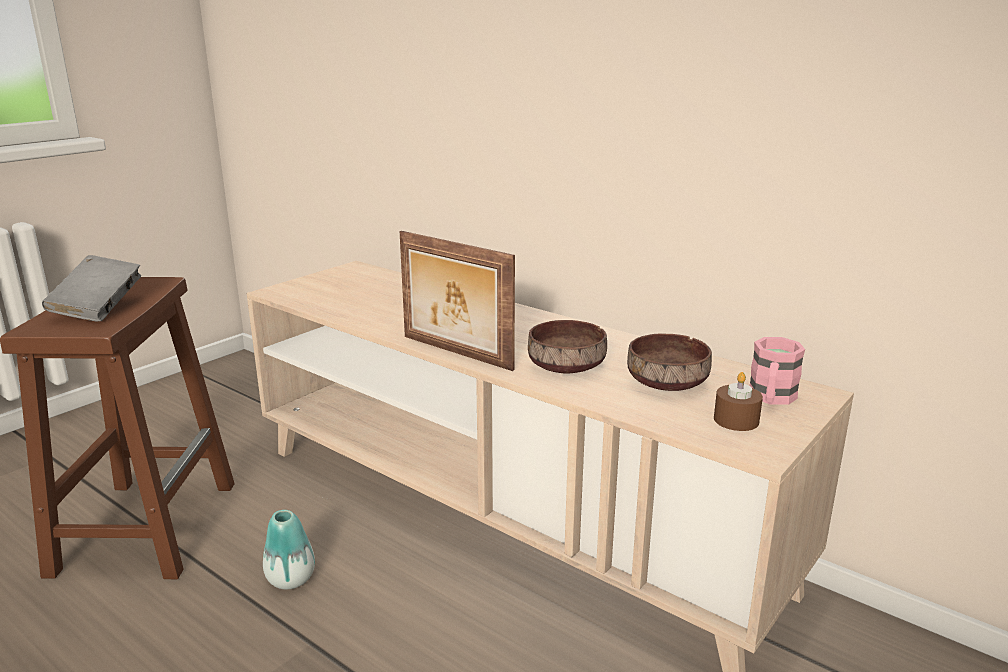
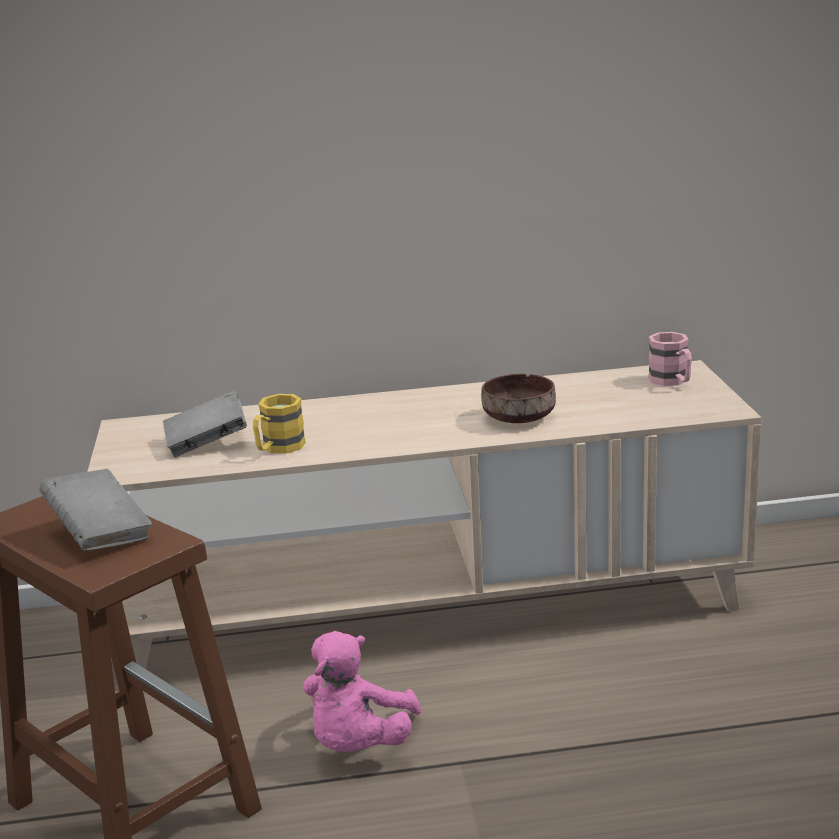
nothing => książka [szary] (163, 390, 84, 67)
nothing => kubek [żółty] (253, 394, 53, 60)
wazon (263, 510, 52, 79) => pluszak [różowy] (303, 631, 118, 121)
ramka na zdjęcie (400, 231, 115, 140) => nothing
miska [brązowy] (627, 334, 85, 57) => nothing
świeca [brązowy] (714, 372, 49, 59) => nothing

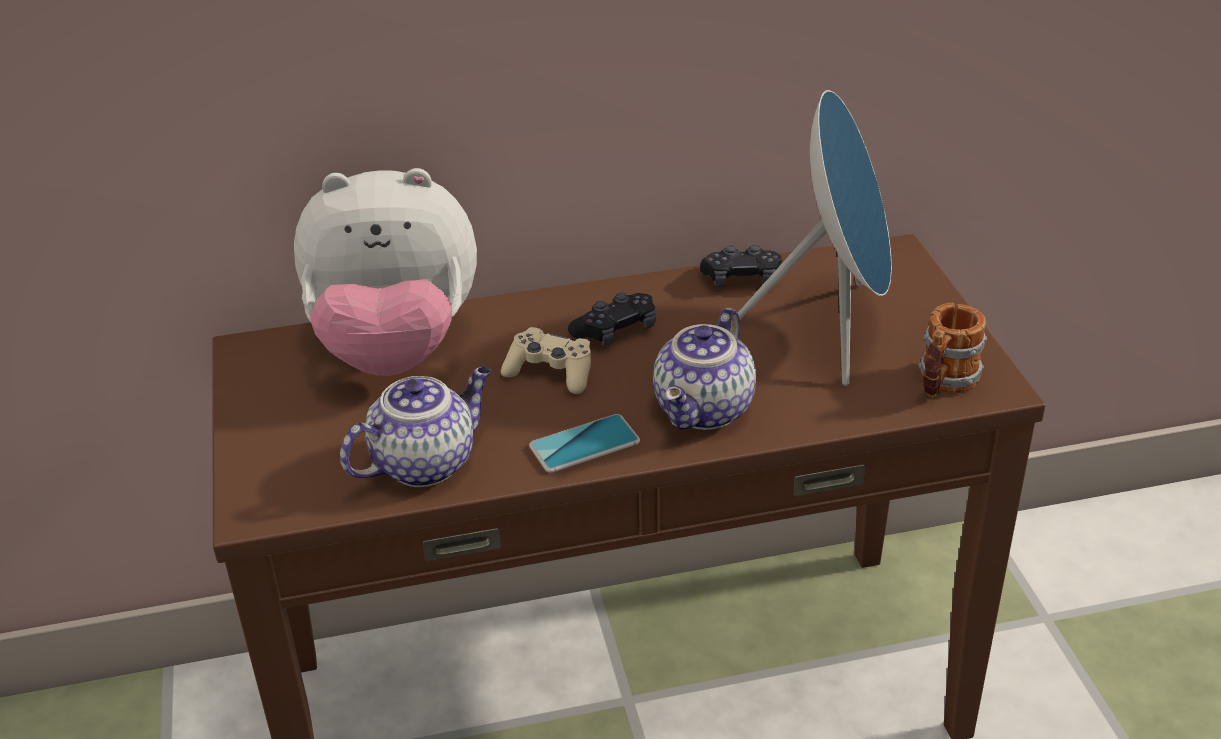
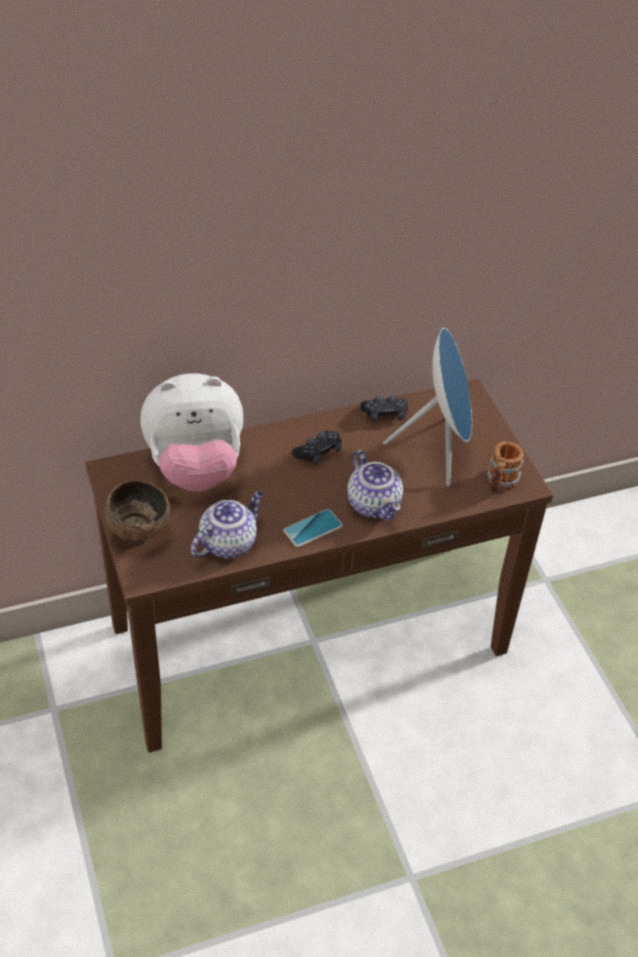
nothing => miska [brązowy] (104, 480, 66, 65)
imbryk (653, 307, 103, 123) => imbryk (347, 450, 56, 70), 45 degrees counterclockwise
pad do gier [beżowy] (501, 327, 90, 67) => nothing

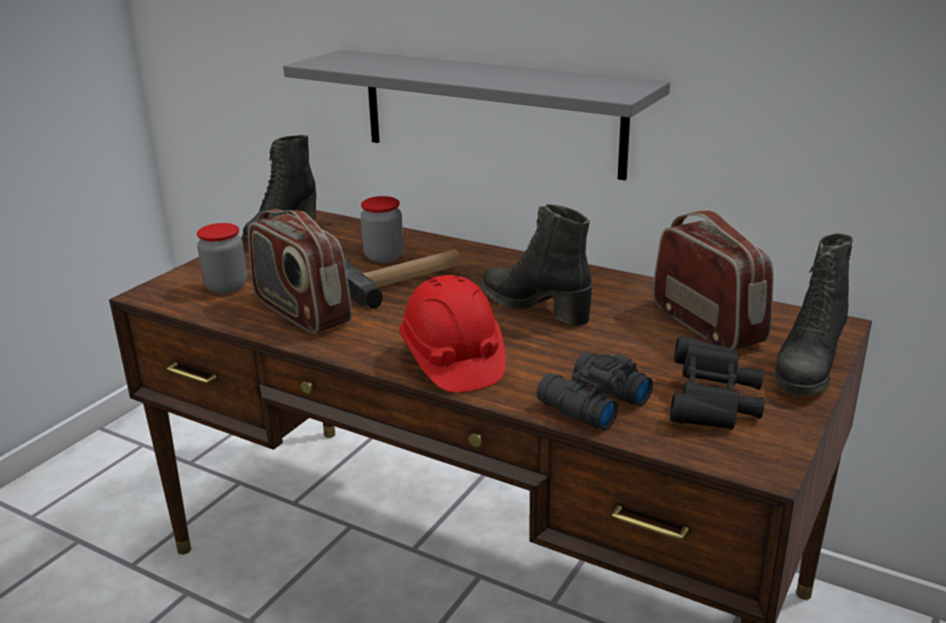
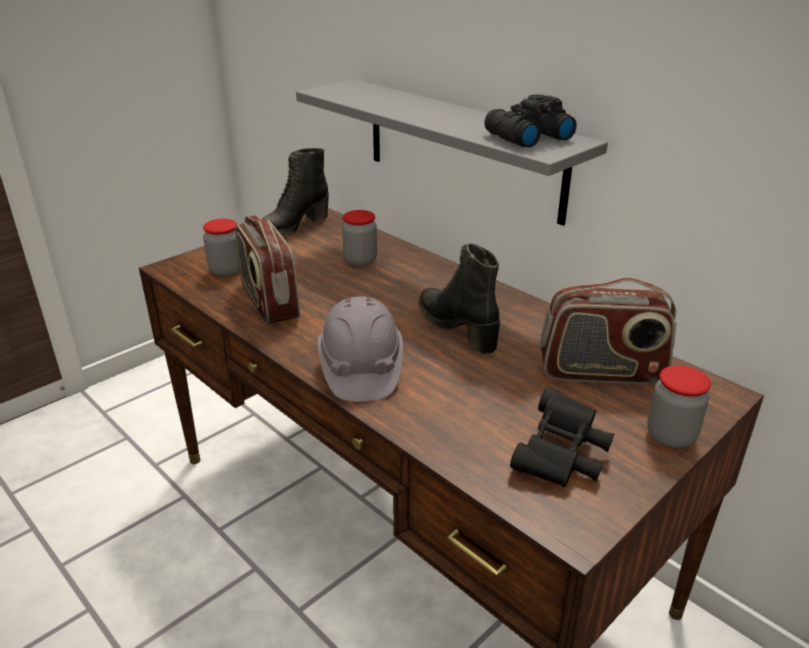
kask [czerwony] (399, 275, 107, 117) => kask [szary] (318, 297, 85, 105)
lornetka [czarny] (537, 352, 116, 78) => lornetka [czarny] (484, 94, 93, 54), move
radio (653, 210, 121, 140) => radio (541, 277, 135, 108), 105 degrees clockwise
but z cholewką [czarny] (774, 233, 79, 163) => słoik (647, 365, 64, 83)
młotek (345, 249, 116, 60) => nothing

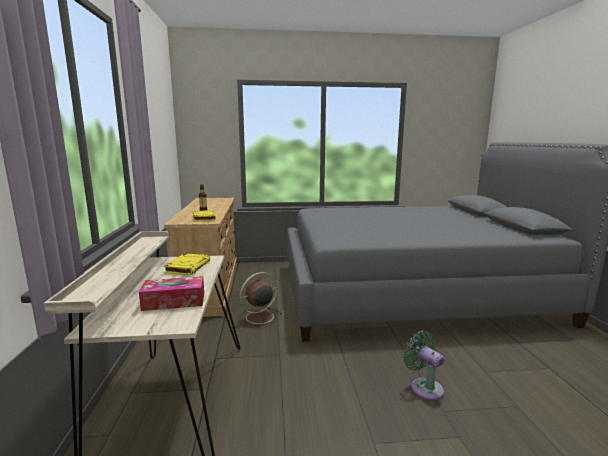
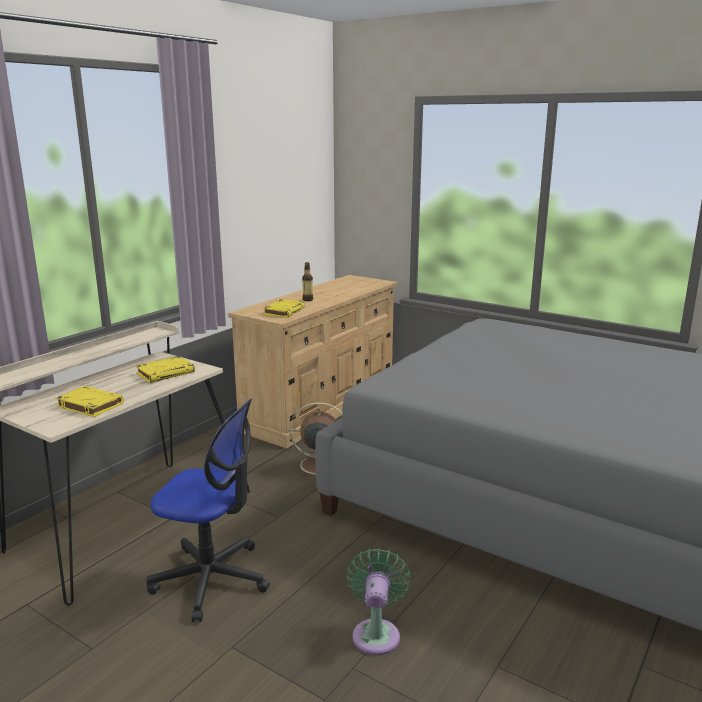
pudełko chusteczek (139, 276, 65, 35) => książka [żółty] (56, 386, 68, 31)
nothing => krzesło biurowe (146, 399, 124, 223)

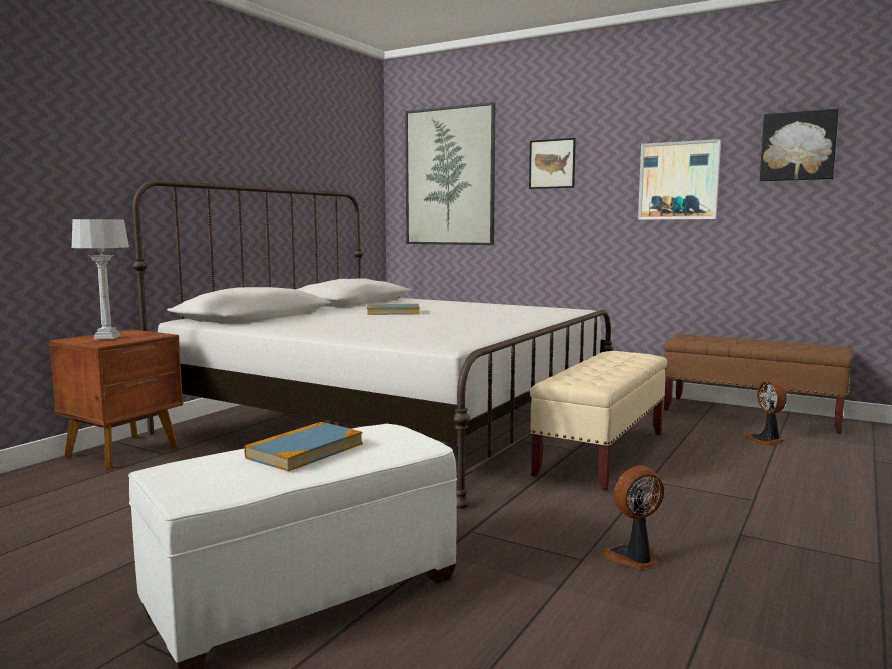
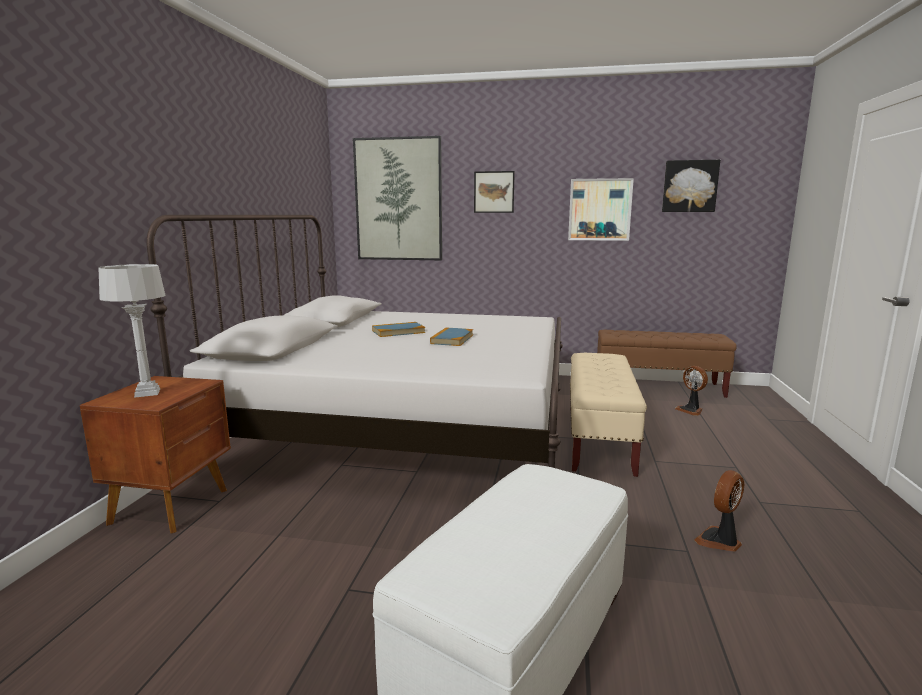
książka (244, 422, 119, 50) => książka (430, 327, 43, 19), move

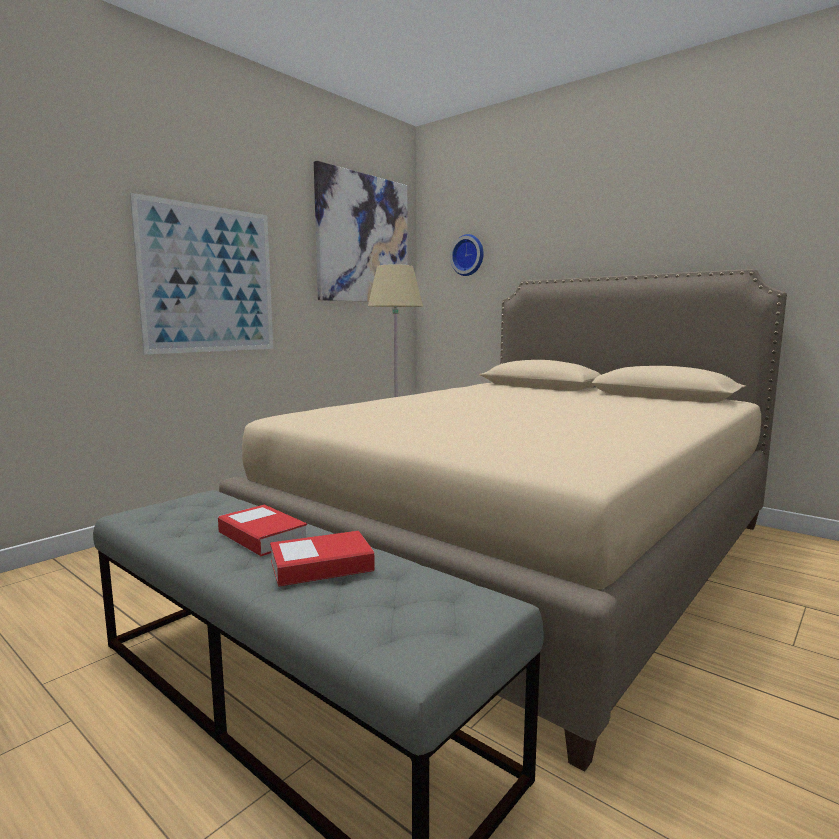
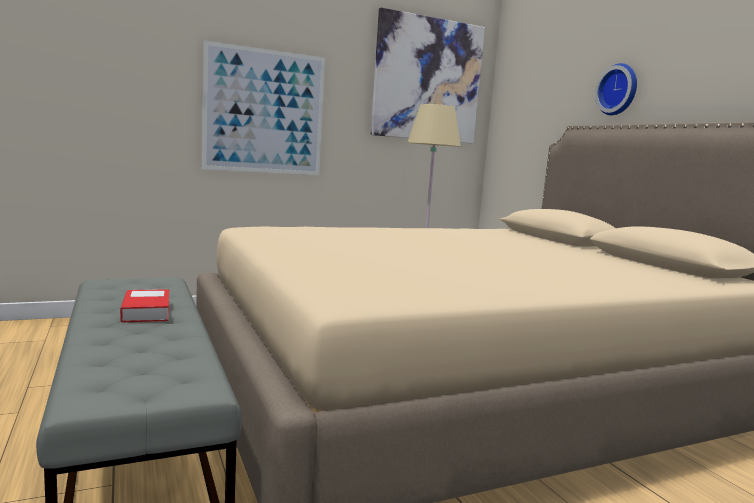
zegar ścienny (450, 234, 34, 42) => zegar ścienny (595, 63, 42, 52), move
książka (270, 531, 105, 56) => nothing

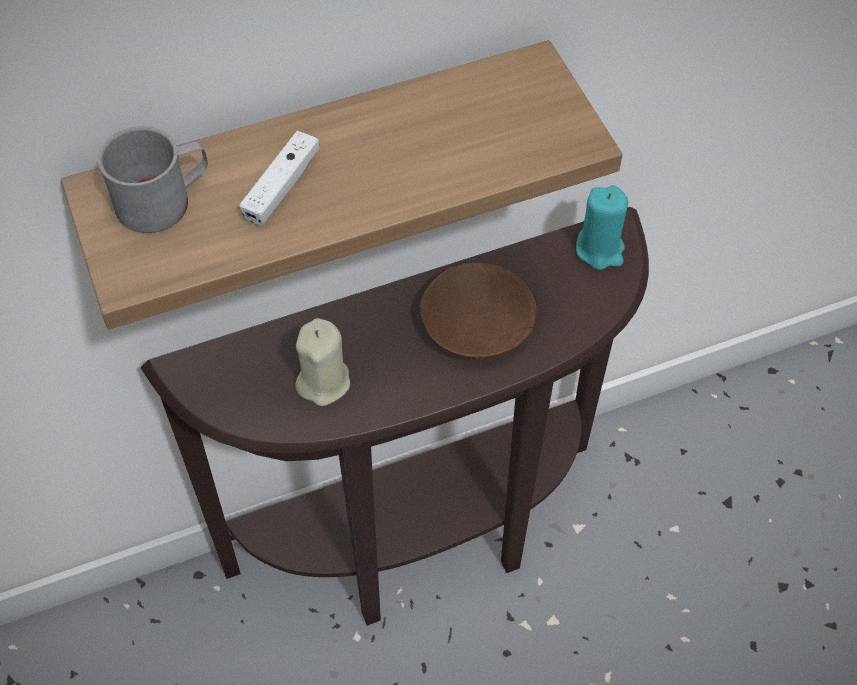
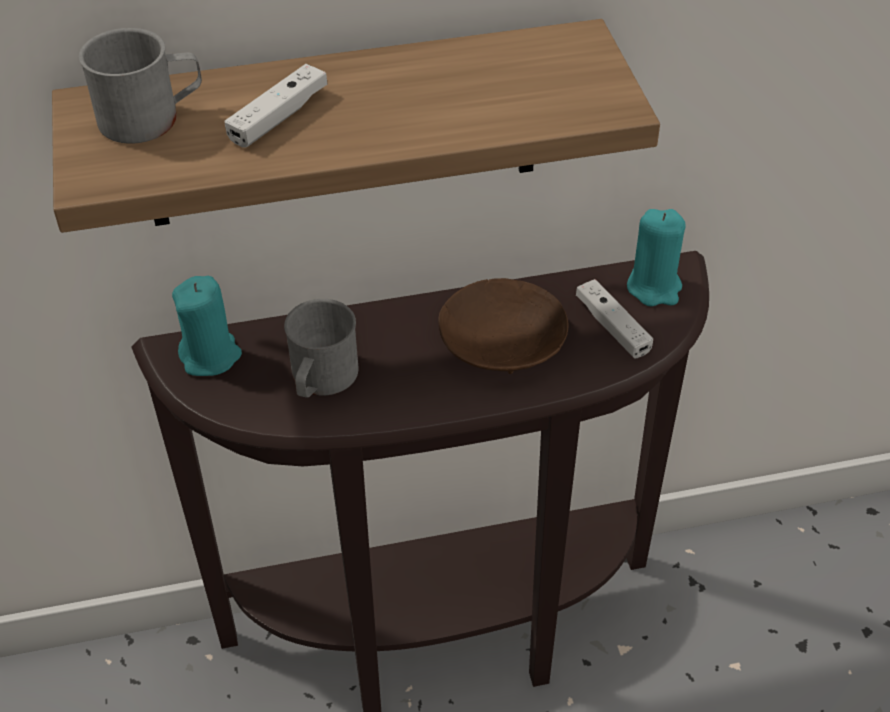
nothing => świeca [turkusowy] (172, 276, 70, 100)
świeca [beżowy] (295, 318, 55, 88) => kubek [szary] (284, 299, 75, 99)
nothing => pad do gier [biały] (576, 279, 77, 79)

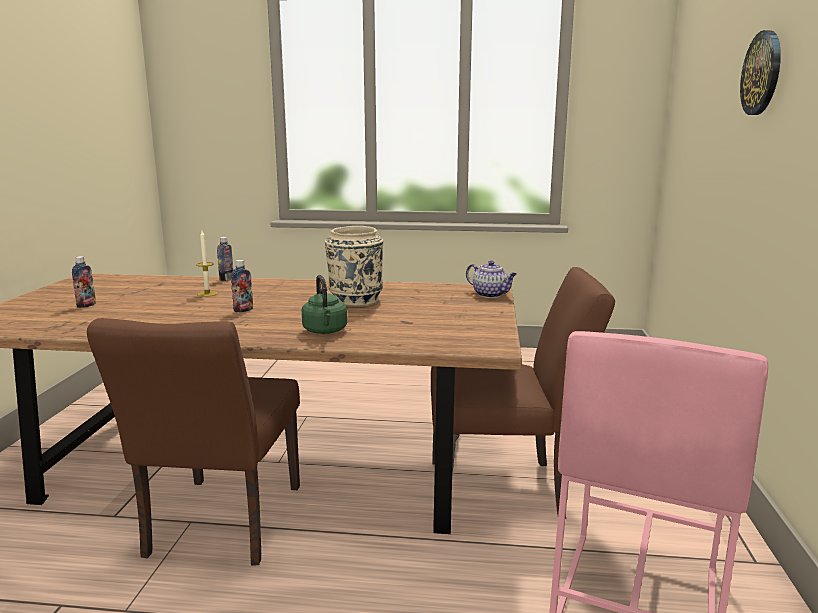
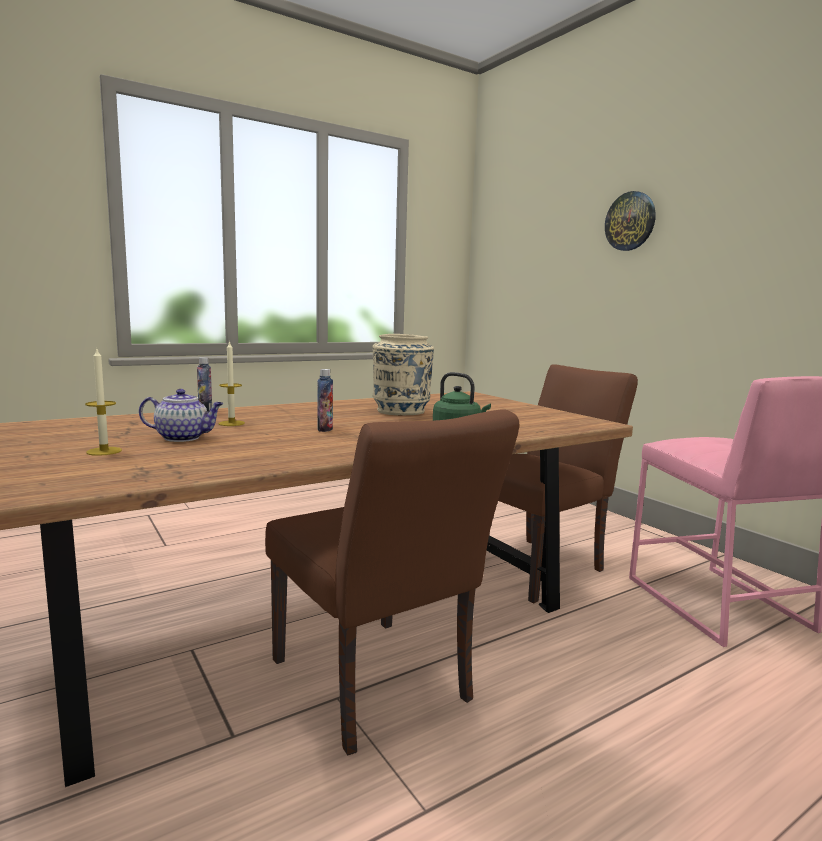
butelka (72, 256, 24, 52) => świeca (85, 349, 37, 107)
imbryk (466, 261, 51, 37) => imbryk (139, 389, 85, 53), move

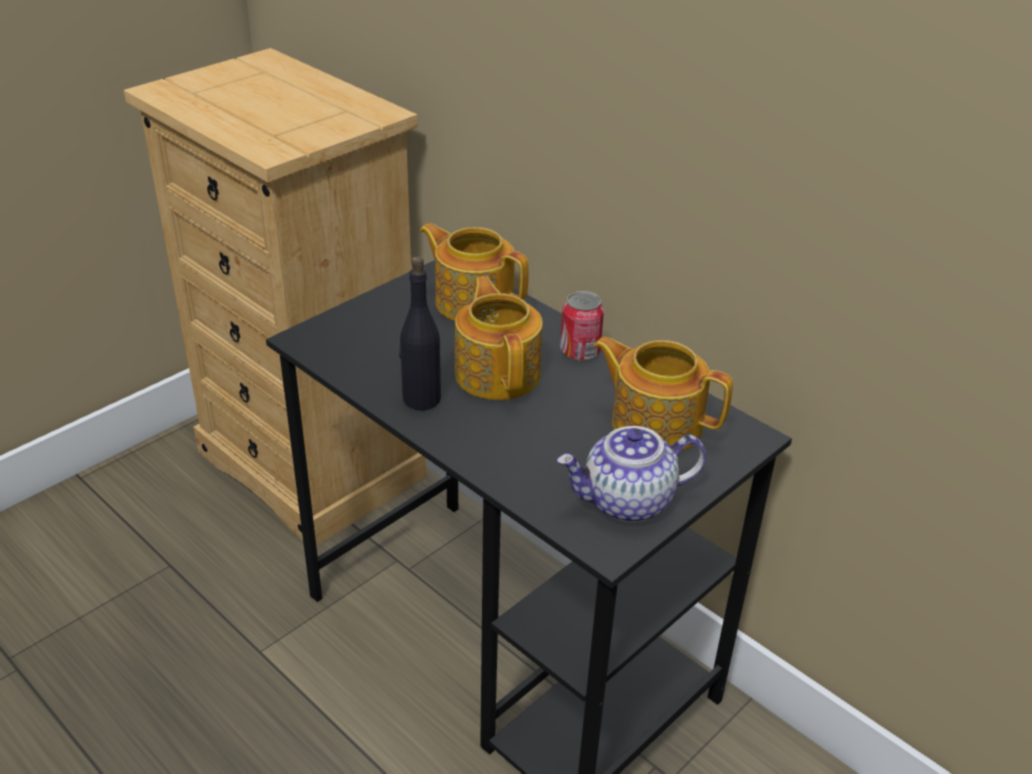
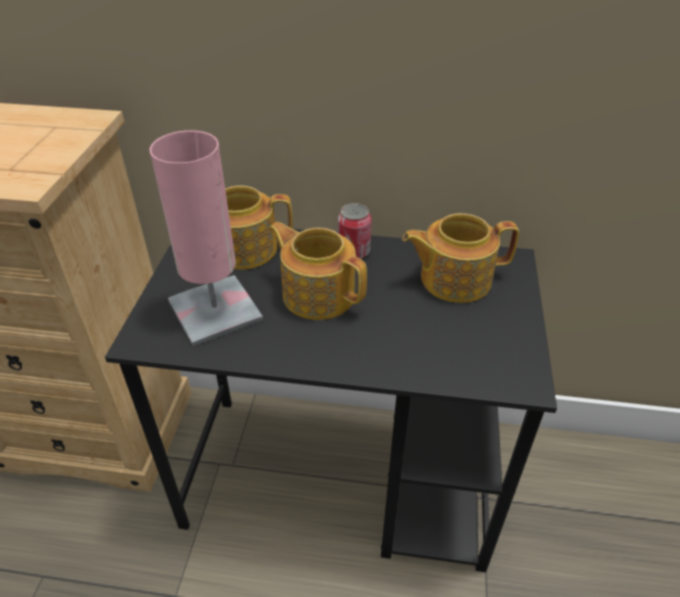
nothing => lampa stołowa [różowy] (150, 130, 113, 216)
butelka [czarny] (399, 256, 42, 154) => nothing
imbryk (557, 426, 150, 97) => nothing

